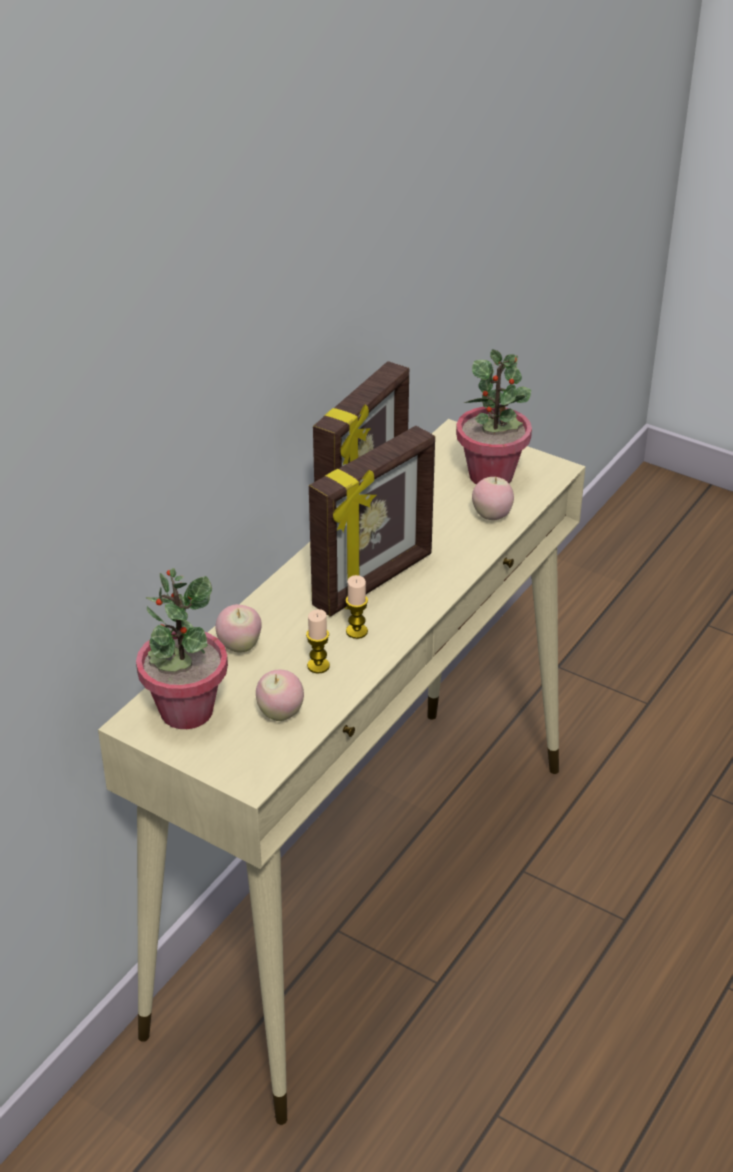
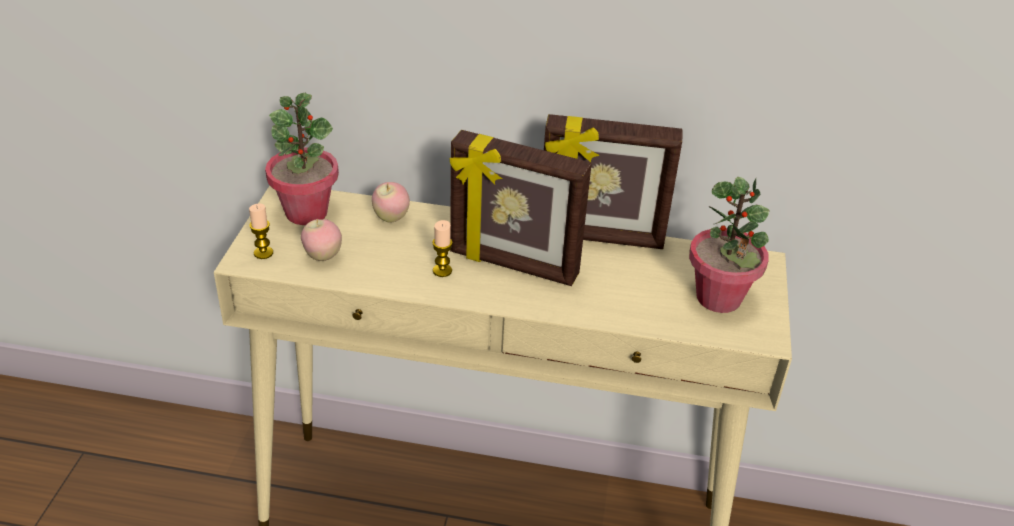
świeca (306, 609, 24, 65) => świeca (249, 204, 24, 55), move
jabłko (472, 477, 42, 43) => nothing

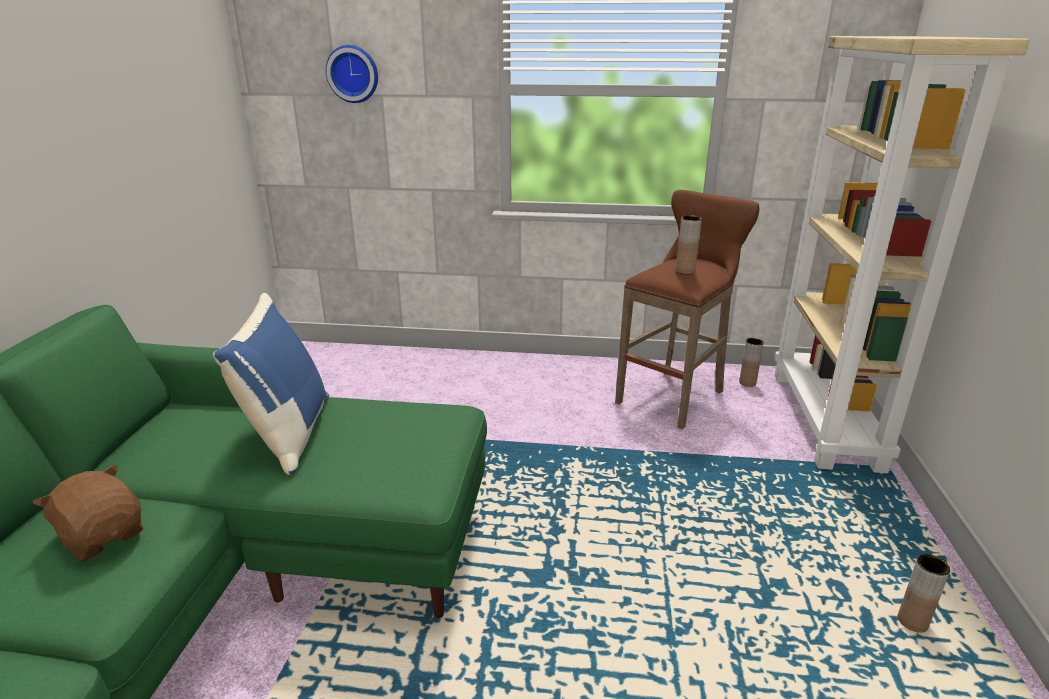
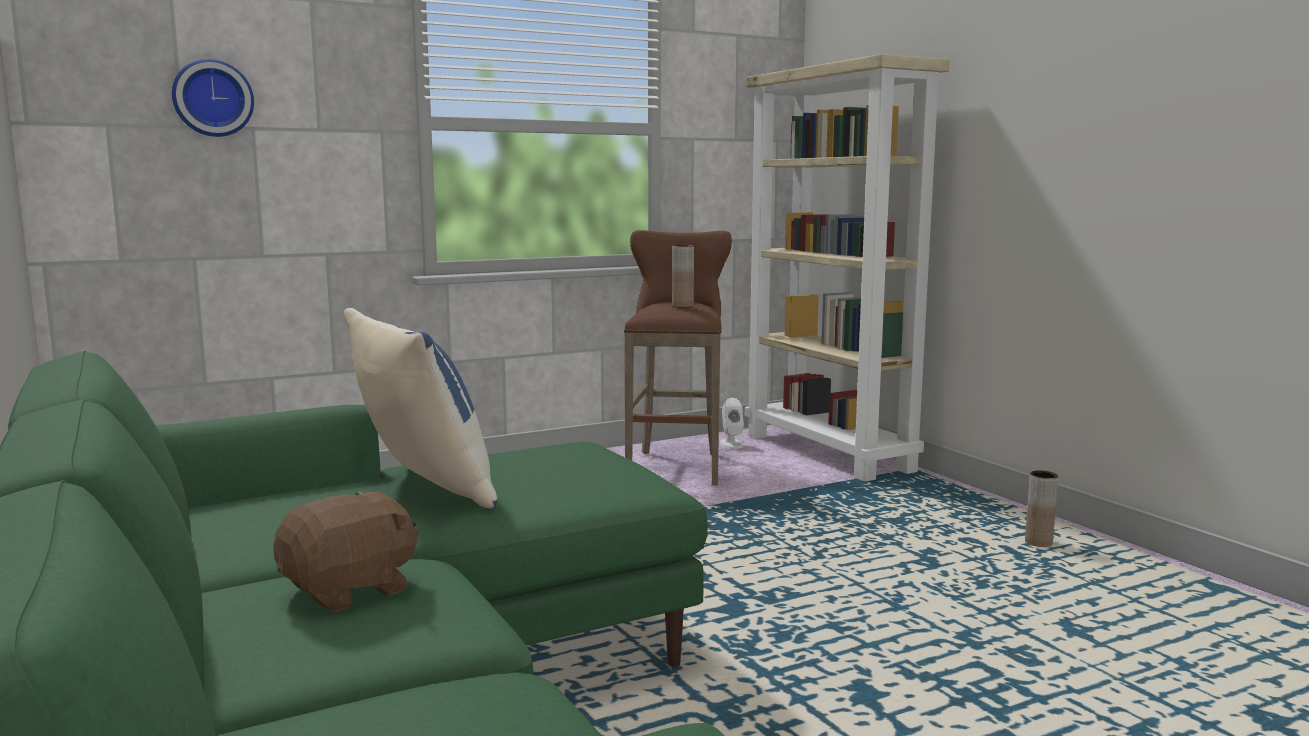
pluszak [brązowy] (33, 464, 110, 98) => pluszak [brązowy] (273, 490, 146, 122), 135 degrees clockwise
wazon [brązowy] (739, 338, 25, 49) => głośnik [biały] (720, 398, 24, 51)

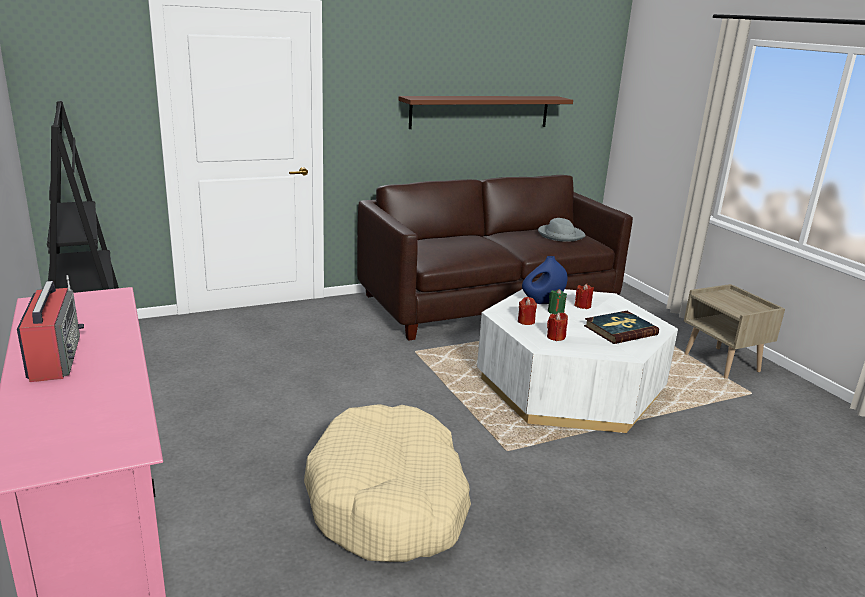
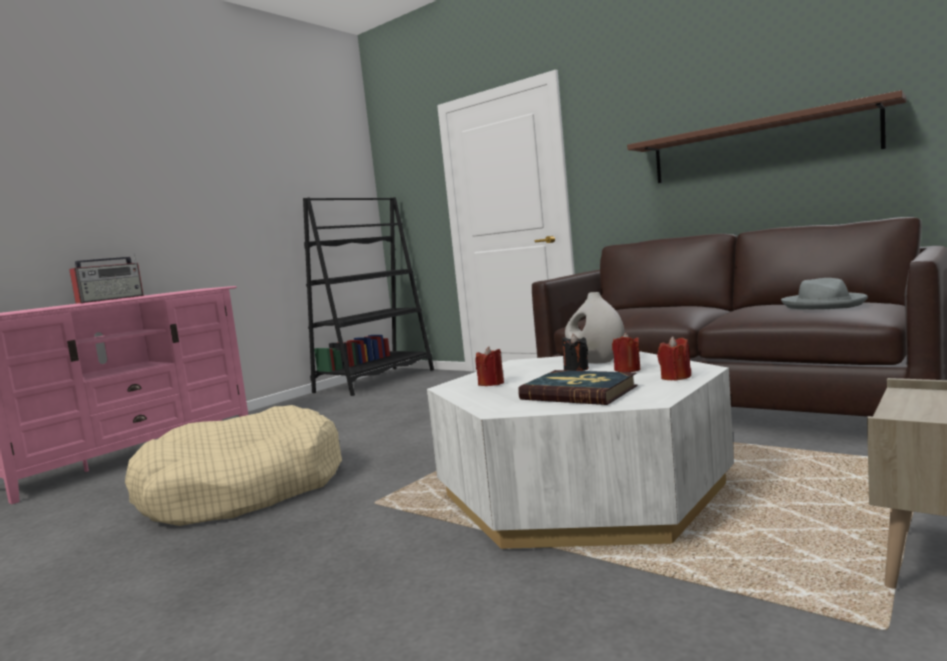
świeca [zielony] (548, 289, 19, 26) => świeca [czarny] (562, 334, 27, 37)
wazon [niebieski] (522, 256, 46, 48) => wazon [biały] (565, 292, 60, 71)
świeca [czerwony] (518, 297, 19, 28) => świeca [czerwony] (657, 336, 34, 44), move

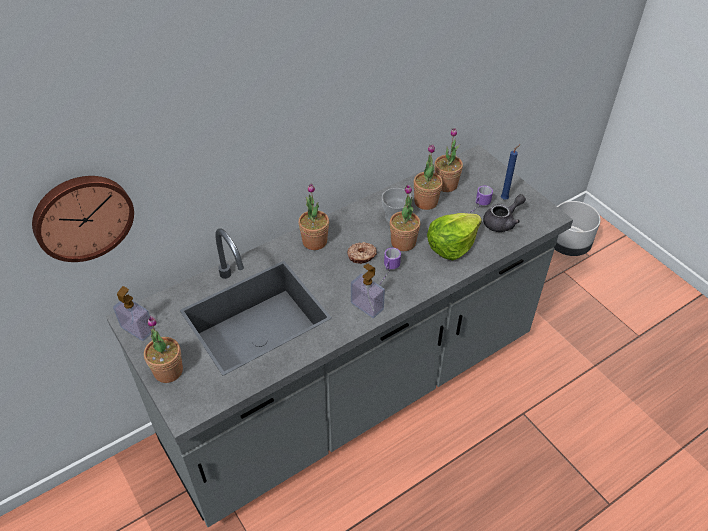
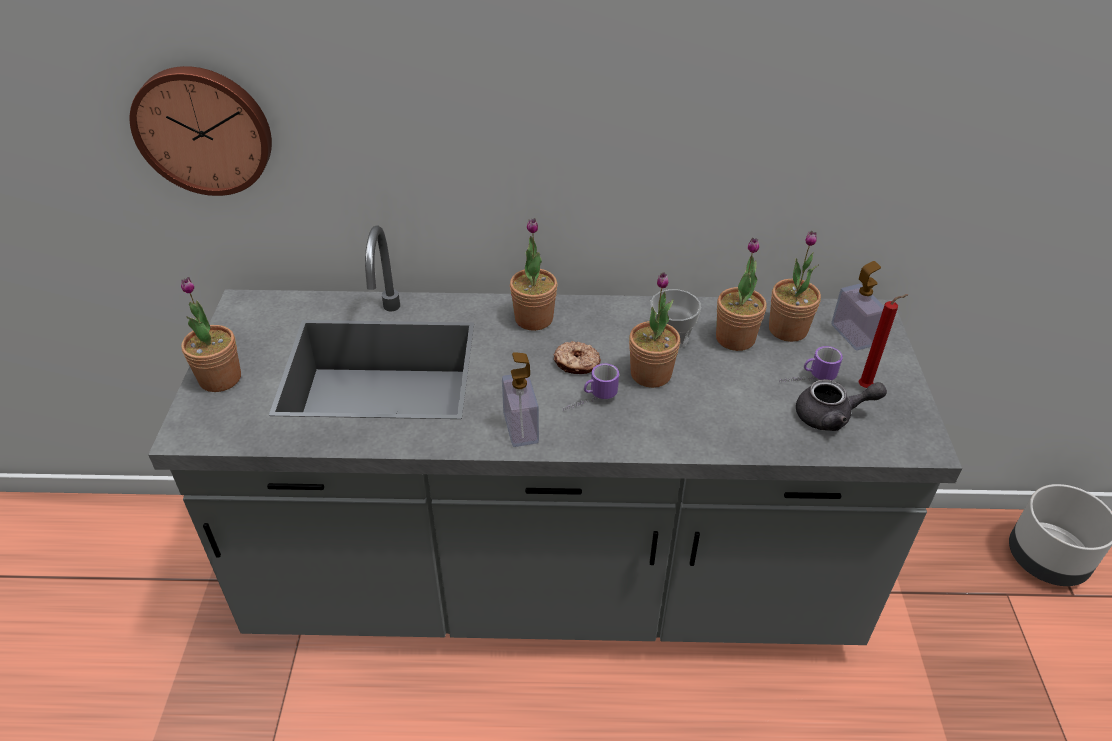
dozownik mydła (113, 286, 40, 55) => dozownik mydła (831, 261, 53, 89), move
świeca [niebieski] (501, 144, 20, 56) => świeca [czerwony] (859, 294, 49, 94)
sałata (427, 213, 55, 47) => nothing

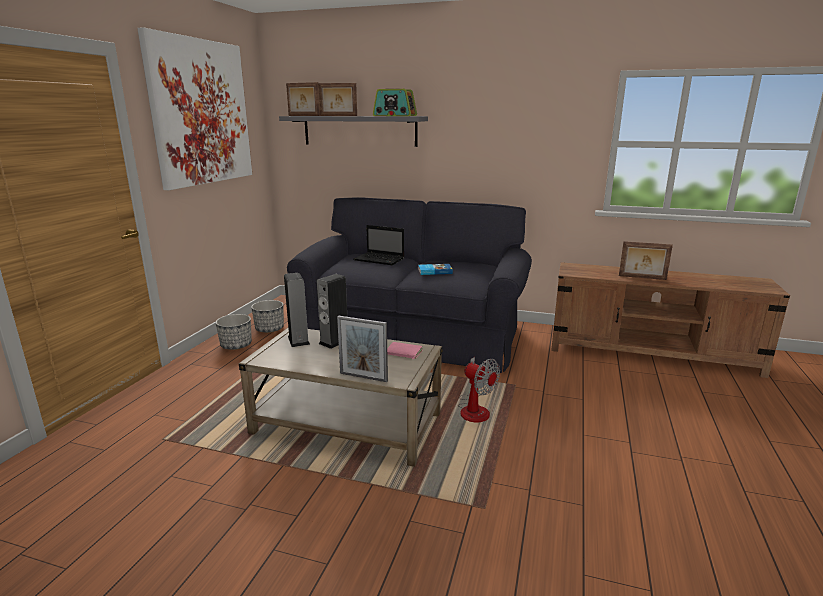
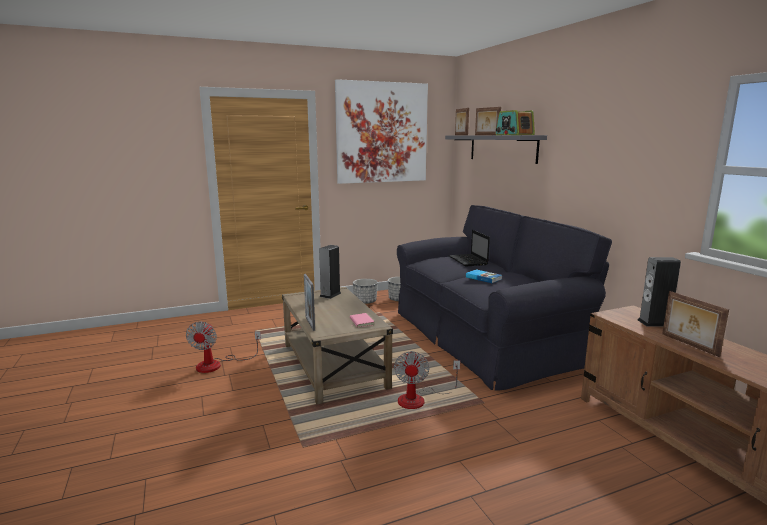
nothing => wentylator (186, 321, 75, 52)
głośnik (317, 274, 30, 75) => głośnik (638, 257, 43, 70), move

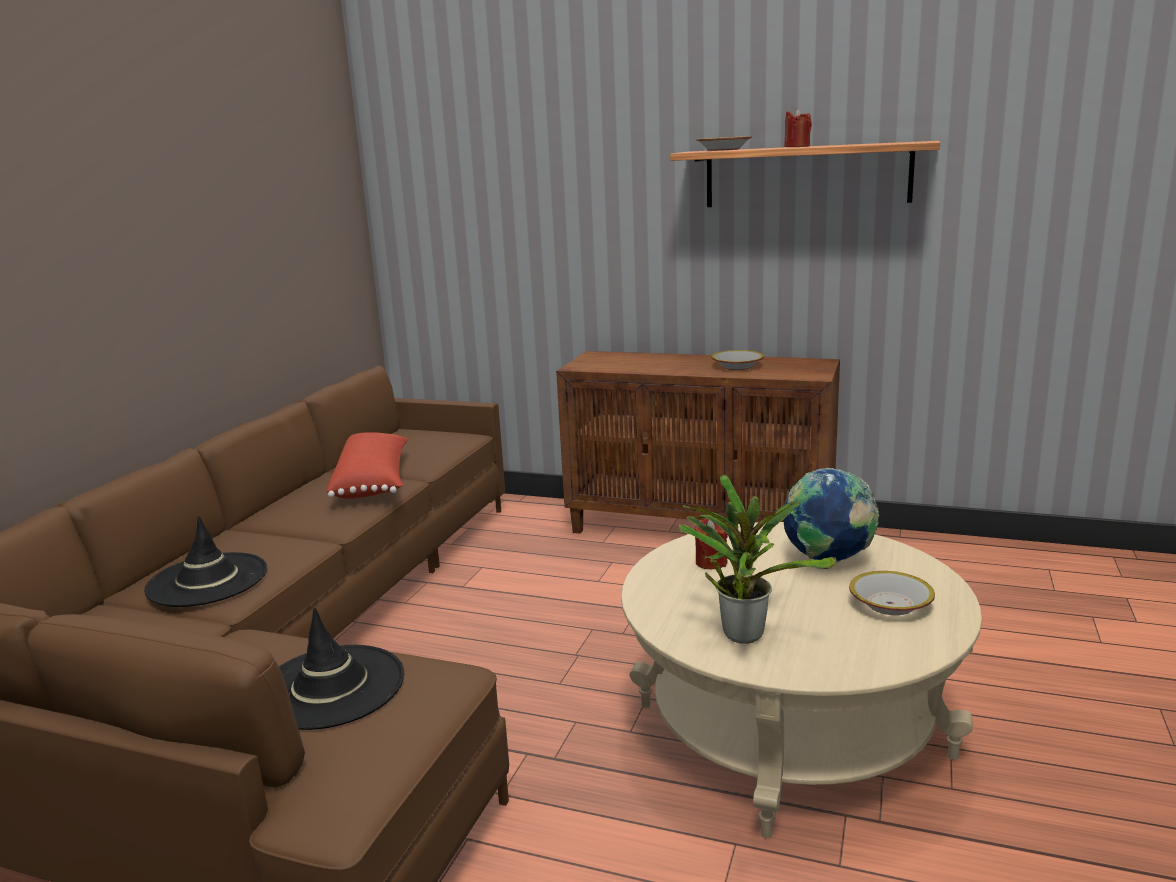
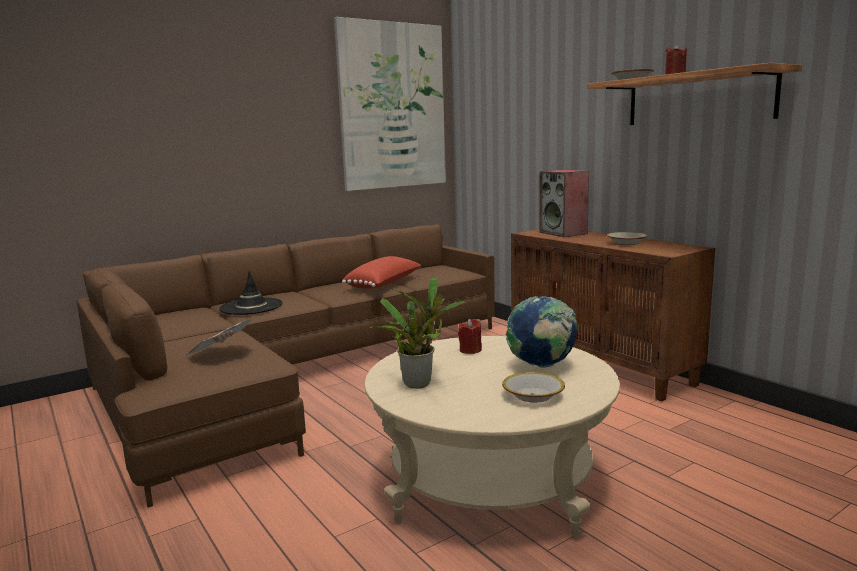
kapelusz [czarny] (279, 608, 125, 122) => gazeta (186, 320, 66, 35)
nothing => obraz (334, 17, 112, 174)
nothing => głośnik (539, 170, 50, 67)

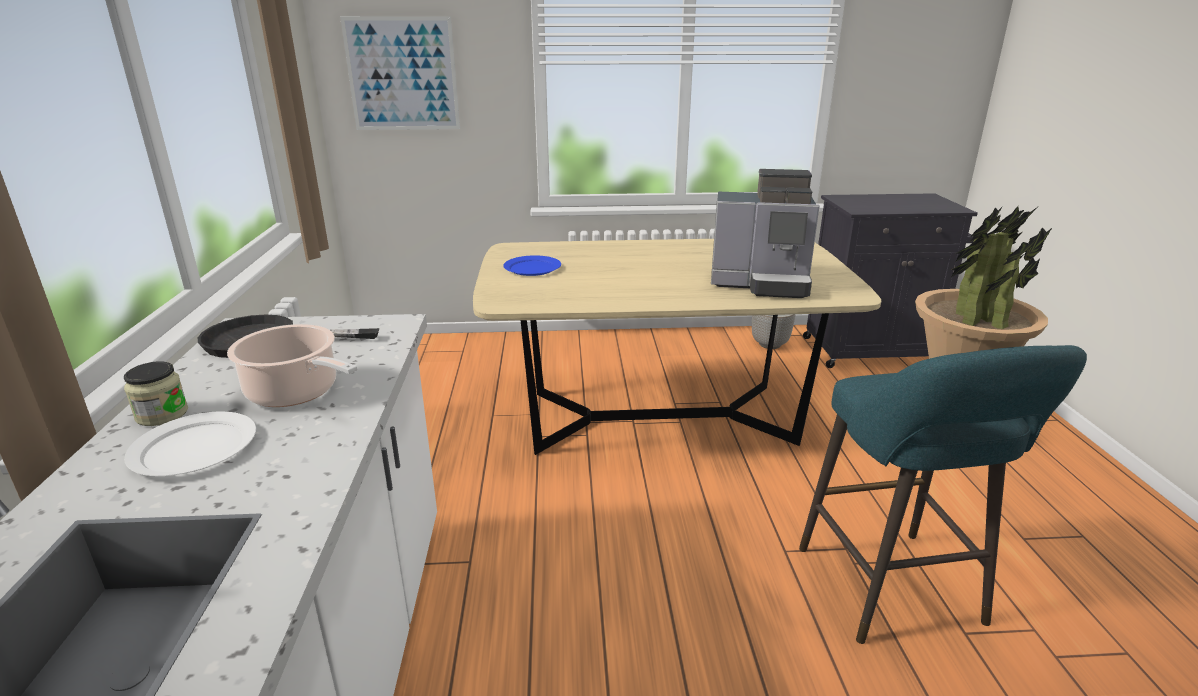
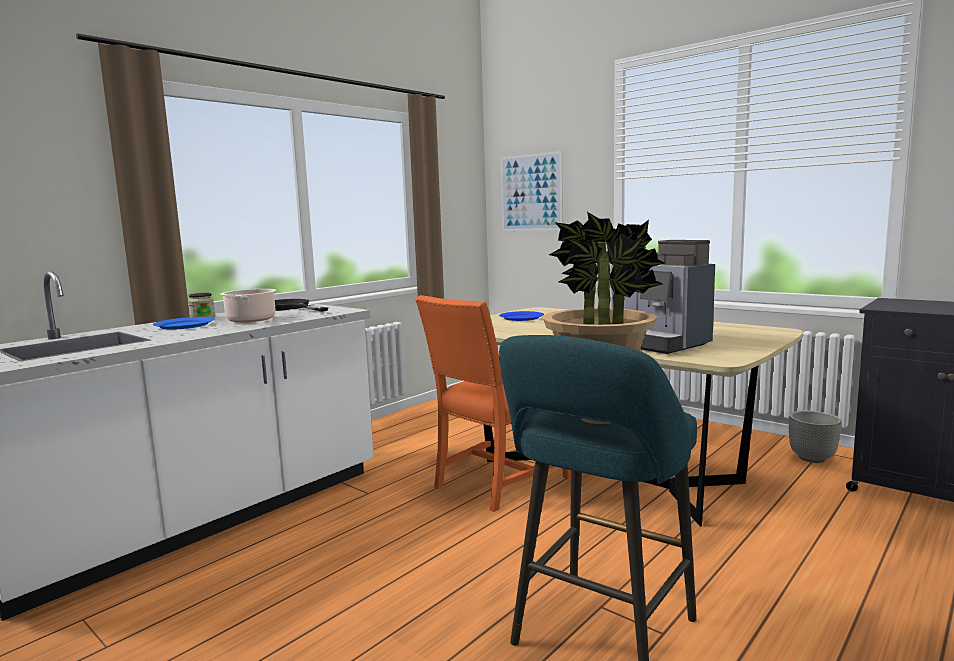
talerz [biały] (124, 412, 132, 64) => talerz [niebieski] (153, 317, 61, 13)
nothing => krzesło [pomarańczowy] (415, 295, 156, 217)

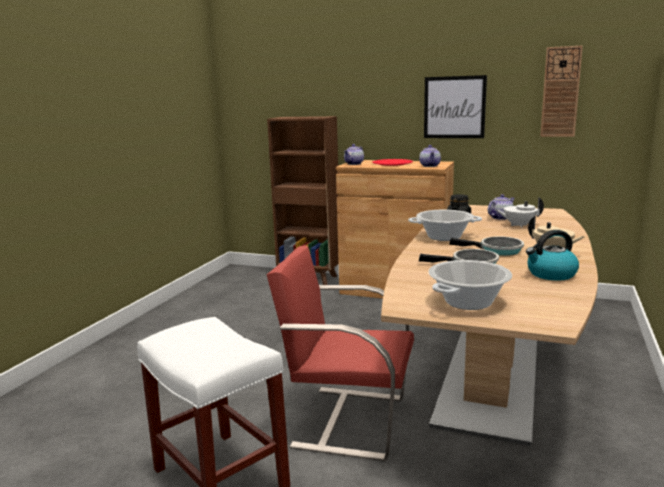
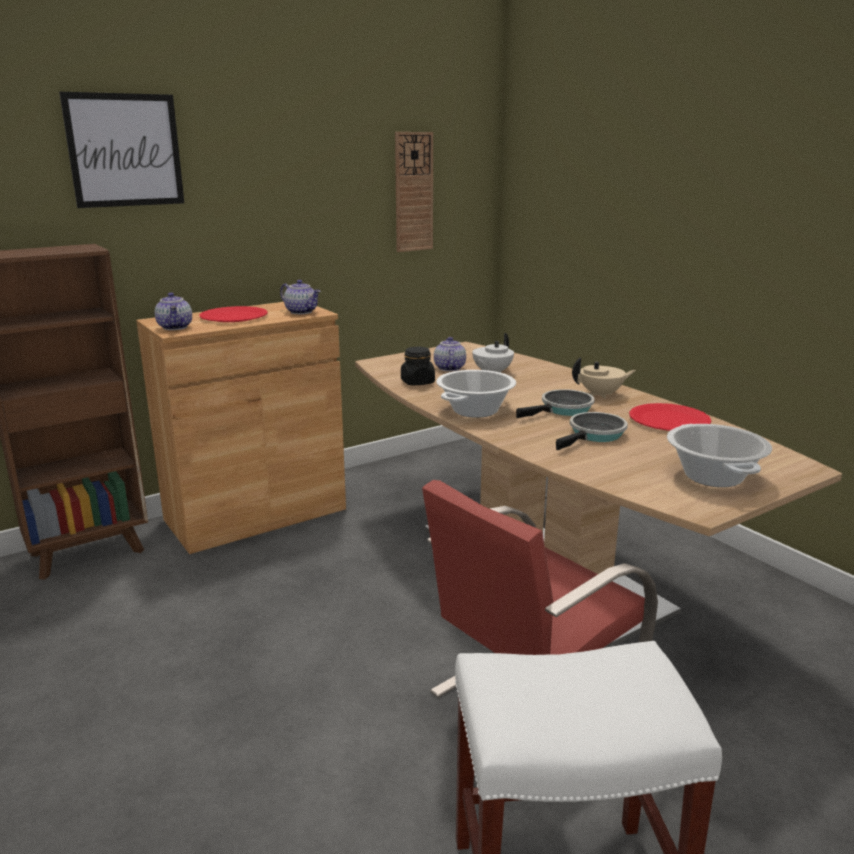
obraz (424, 75, 63, 63) => obraz (59, 92, 125, 116), move
czajnik (526, 230, 53, 51) => talerz [czerwony] (629, 403, 82, 28)

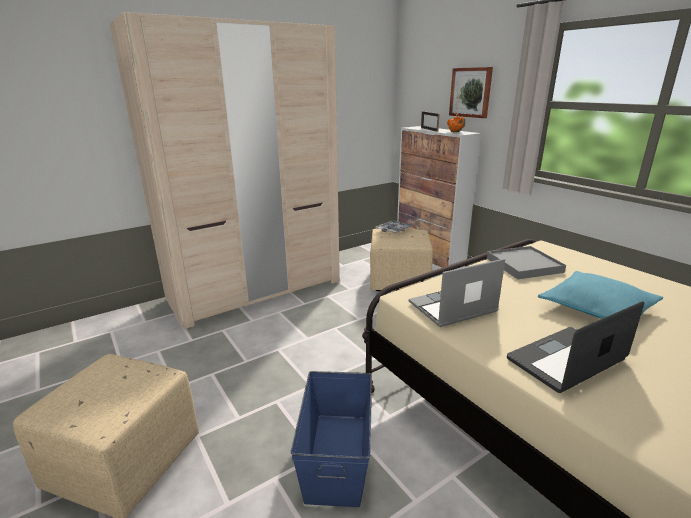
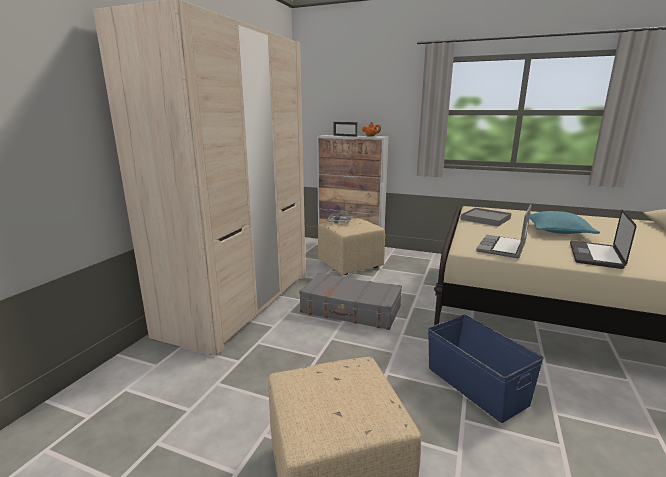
nothing => walizka [szary] (299, 273, 103, 57)
obraz (449, 67, 44, 51) => nothing

